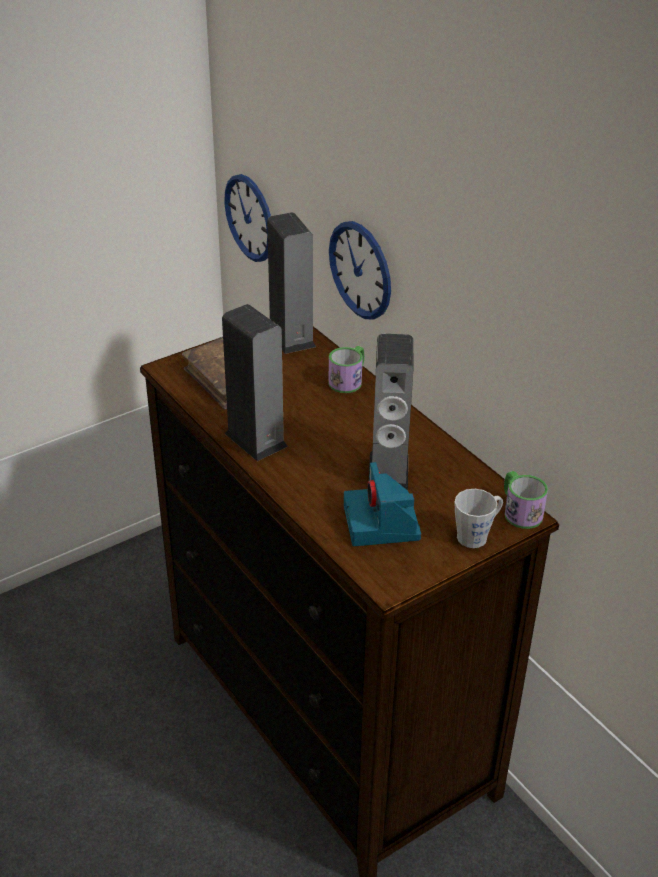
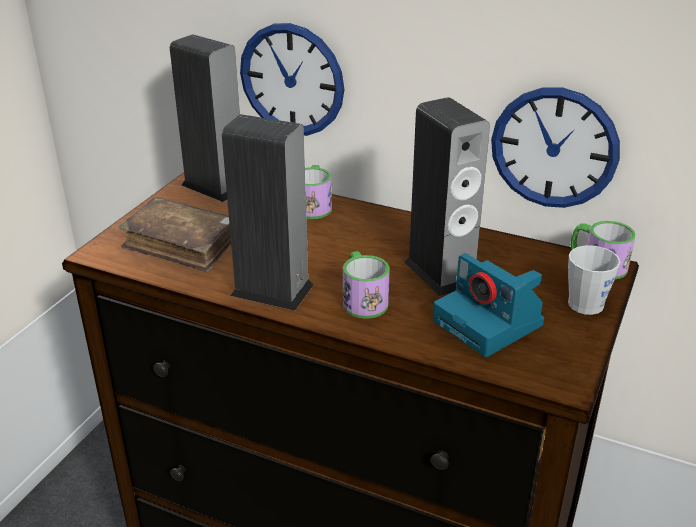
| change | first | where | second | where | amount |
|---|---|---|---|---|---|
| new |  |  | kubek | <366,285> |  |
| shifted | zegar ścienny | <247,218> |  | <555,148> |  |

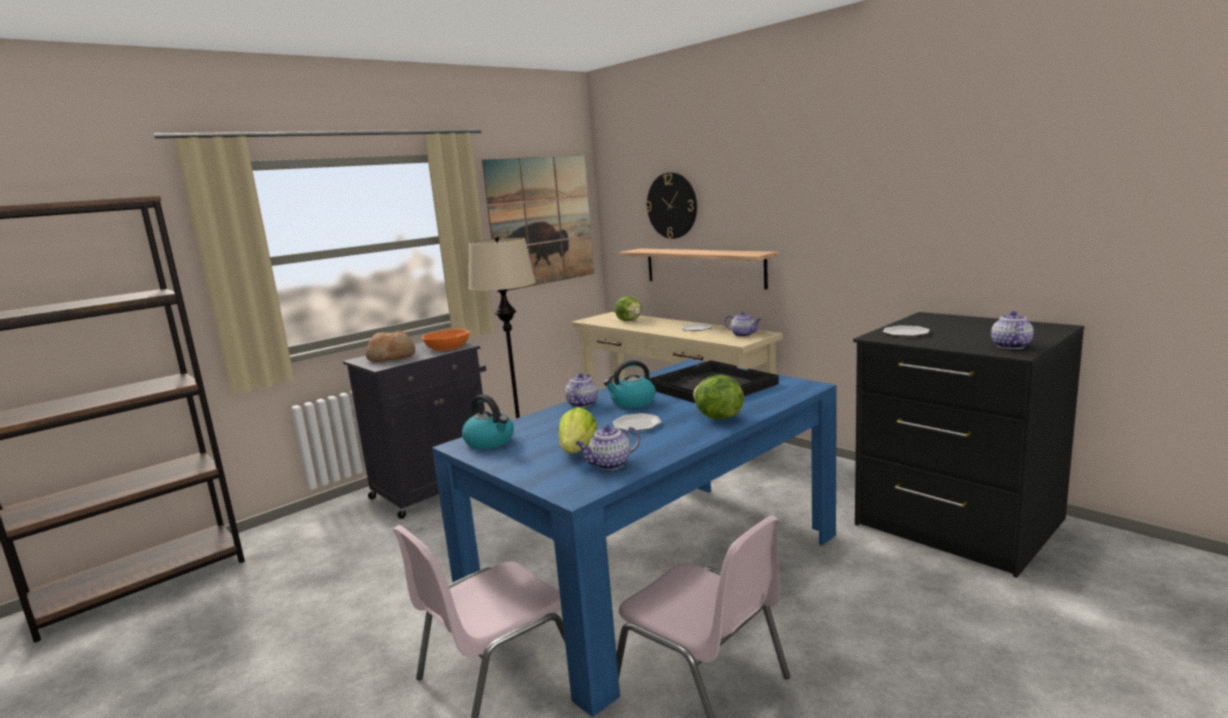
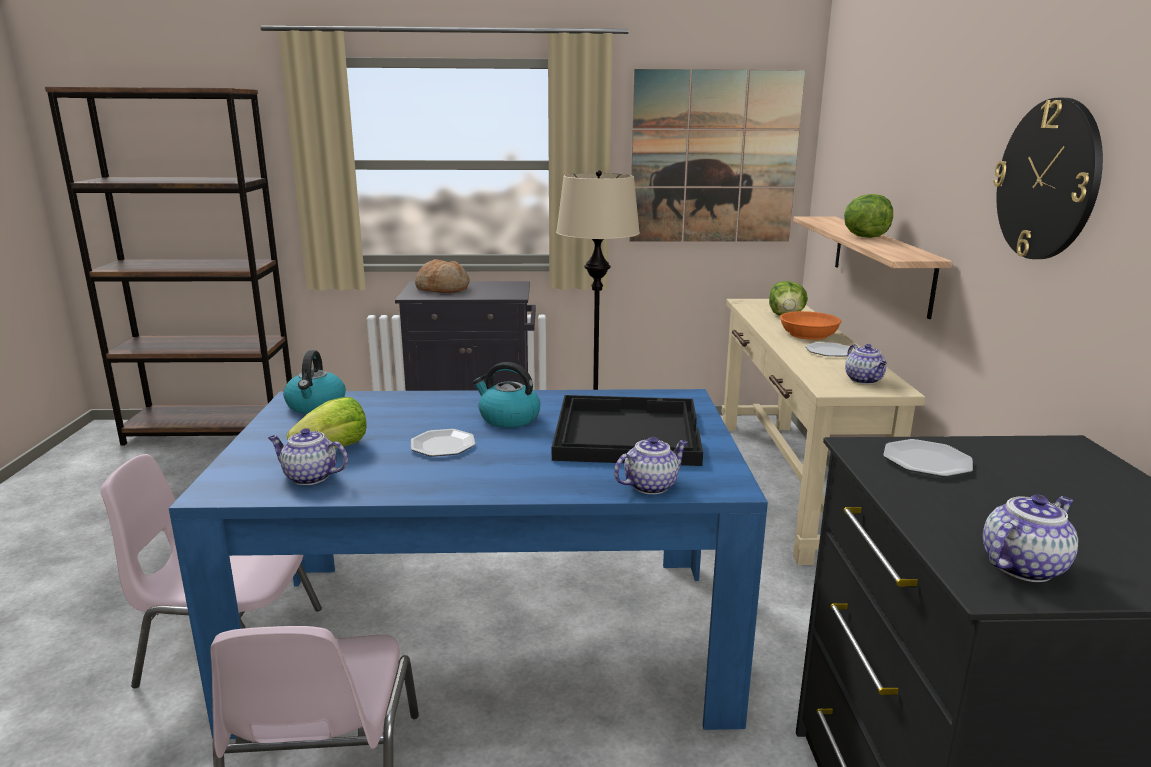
| change | first | where | second | where | amount |
|---|---|---|---|---|---|
| shifted | imbryk | <581,390> |  | <651,465> |  |
| shifted | miska (pomarańczowy) | <446,340> |  | <810,325> |  |
| shifted | sałata | <718,397> |  | <868,216> |  |
| shifted | zegar ścienny | <671,205> |  | <1048,178> |  |

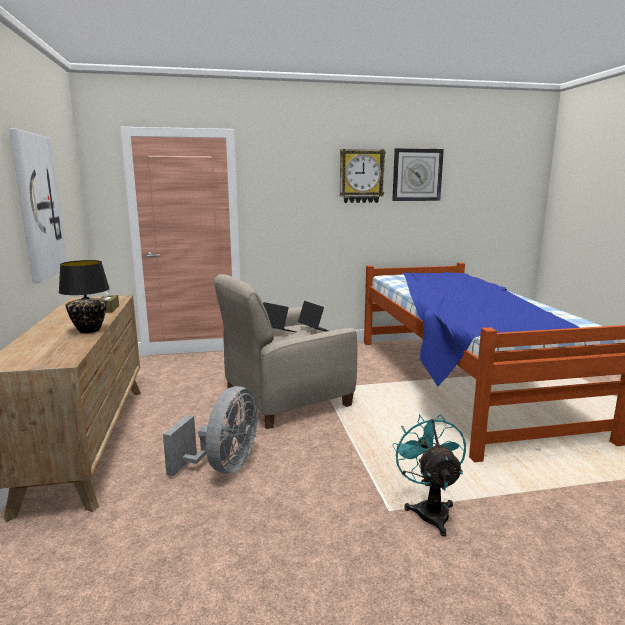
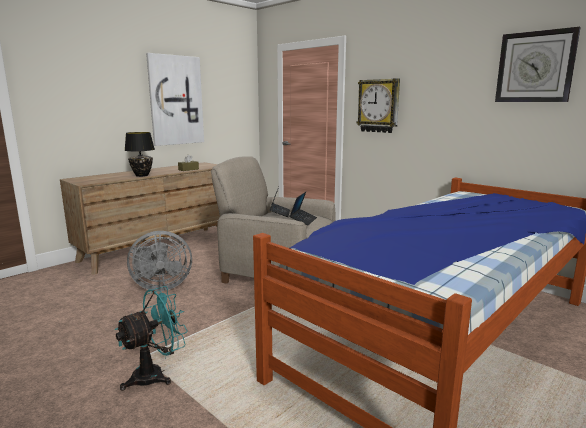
| change | first | where | second | where | amount |
|---|---|---|---|---|---|
| shifted | zegar ścienny | <363,176> |  | <378,106> |  |

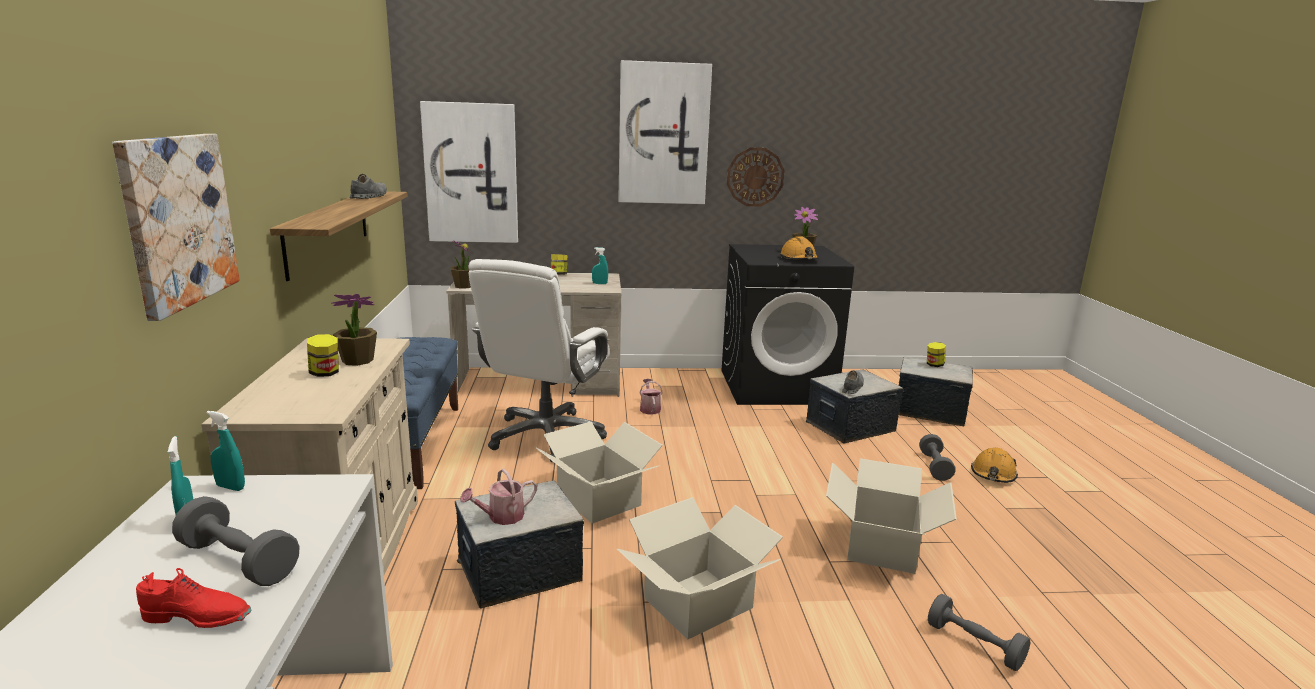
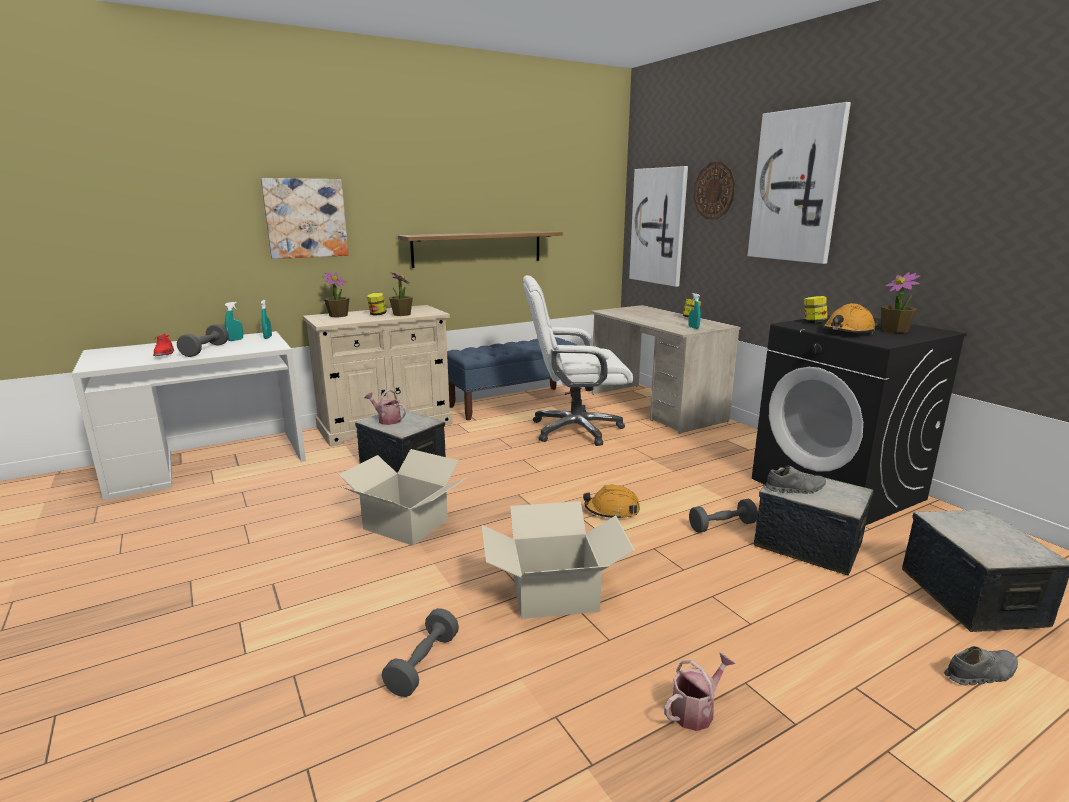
| change | first | where | second | where | amount |
|---|---|---|---|---|---|
| shifted | roślina doniczkowa | <462,264> |  | <336,294> |  |
| shifted | kask (pomarańczowy) | <994,465> |  | <611,501> |  |
| shifted | konewka | <651,397> |  | <699,692> |  |
| shifted | hantel (szary) | <937,457> |  | <723,516> |  |
| shifted | zegar ścienny | <756,177> |  | <714,191> |  |
| shifted | słoik | <936,354> |  | <815,309> |  |
| shifted | but (szary) | <368,186> |  | <981,666> |  |
| gone | karton | <599,473> |  |  |  |

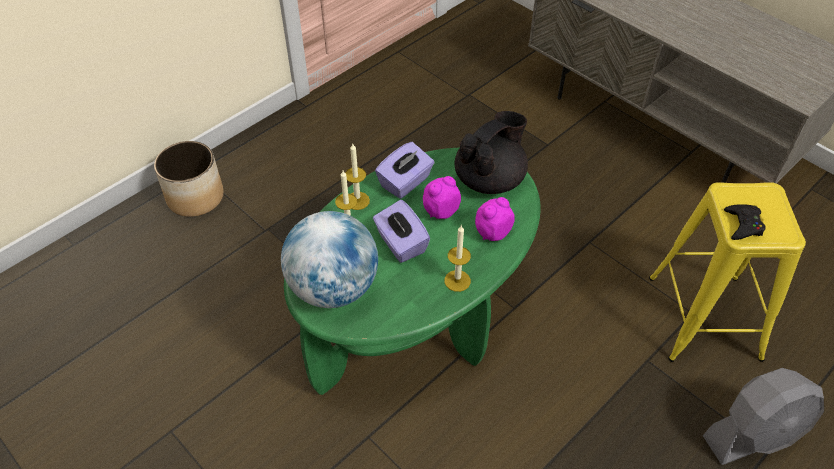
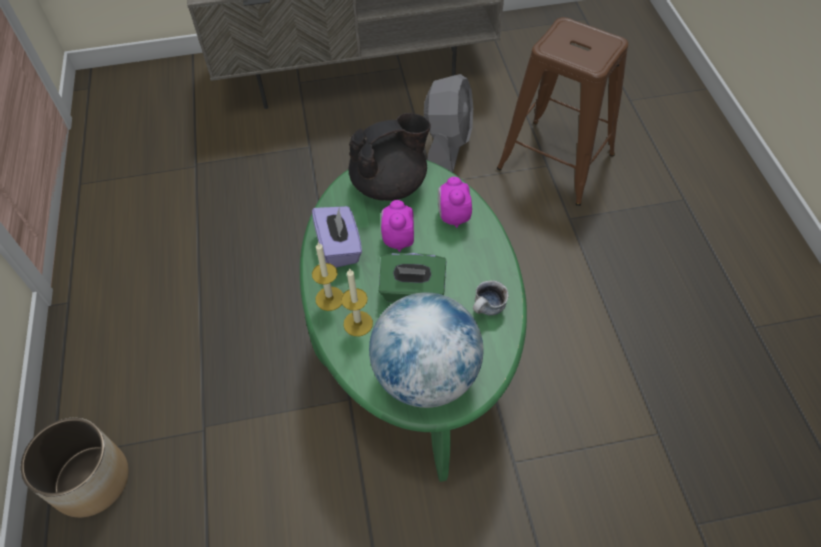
| change | first | where | second | where | amount |
|---|---|---|---|---|---|
| rotated | imbryk (czarny) | <491,152> |  | <389,157> | 75 degrees clockwise |
| repainted | pudełko chusteczek (fioletowy) | <401,231> | pudełko chusteczek (zielony) | <412,277> |  |
| shifted | wentylator (szary) | <763,416> |  | <448,123> |  |
| new |  |  | kubek | <491,298> |  |
| repainted | stołek (żółty) | <727,272> | stołek (brązowy) | <562,111> |  |
| gone | świeca | <457,258> |  |  |  |
| gone | pad do gier (czarny) | <745,222> |  |  |  |

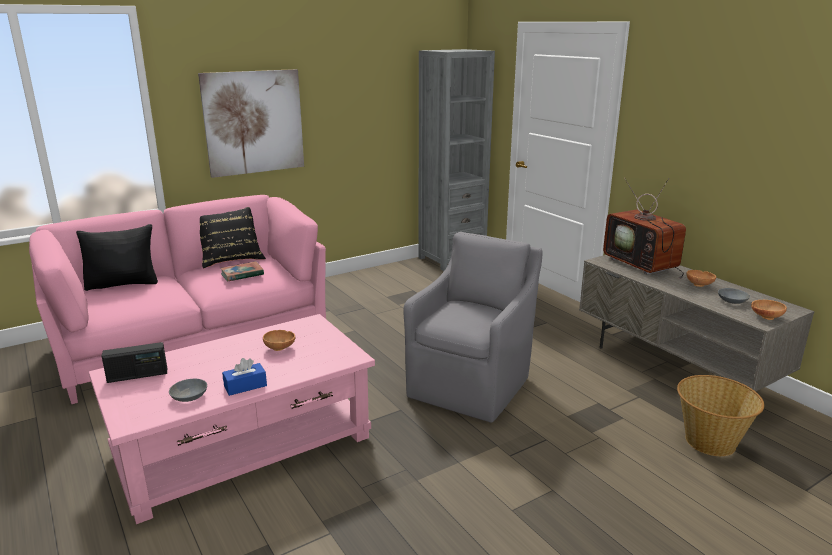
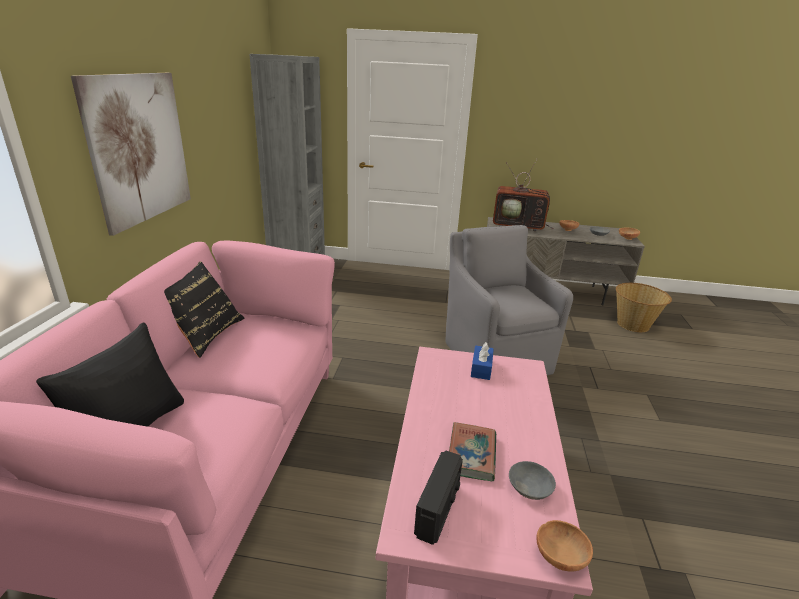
| change | first | where | second | where | amount |
|---|---|---|---|---|---|
| shifted | książka | <242,271> |  | <472,451> |  |
| shifted | pudełko chusteczek (niebieski) | <244,377> |  | <482,361> |  |
| shifted | miska (brązowy) | <279,340> |  | <564,546> |  |

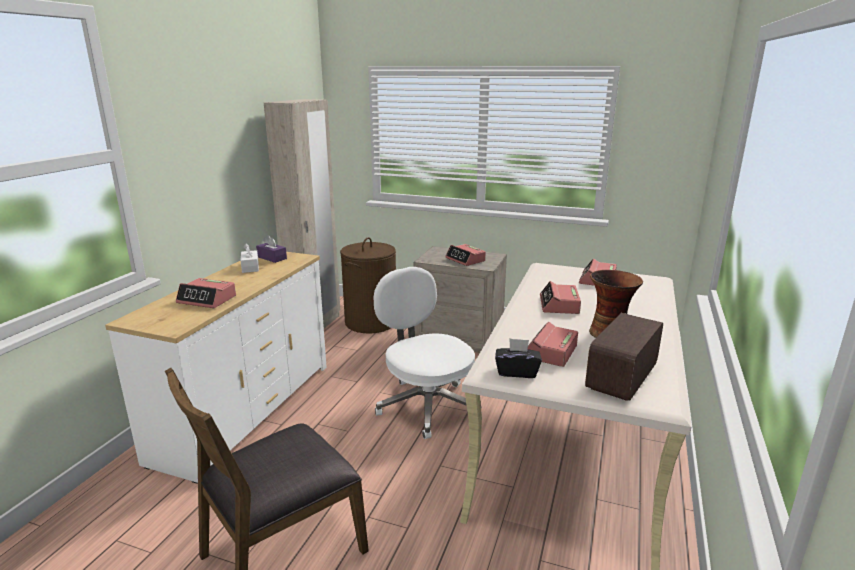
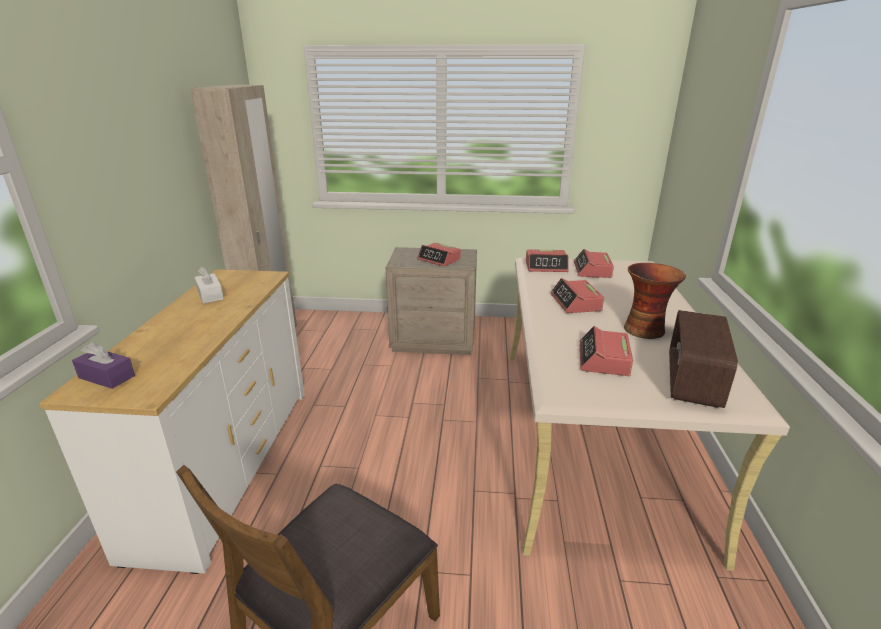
| change | first | where | second | where | amount |
|---|---|---|---|---|---|
| shifted | pudełko chusteczek (fioletowy) | <271,249> |  | <103,365> |  |
| shifted | budzik | <206,293> |  | <547,260> |  |
| gone | kosz na pranie (brązowy) | <368,285> |  |  |  |
| gone | krzesło biurowe (biały) | <428,353> |  |  |  |
| gone | pudełko chusteczek (czarny) | <518,358> |  |  |  |

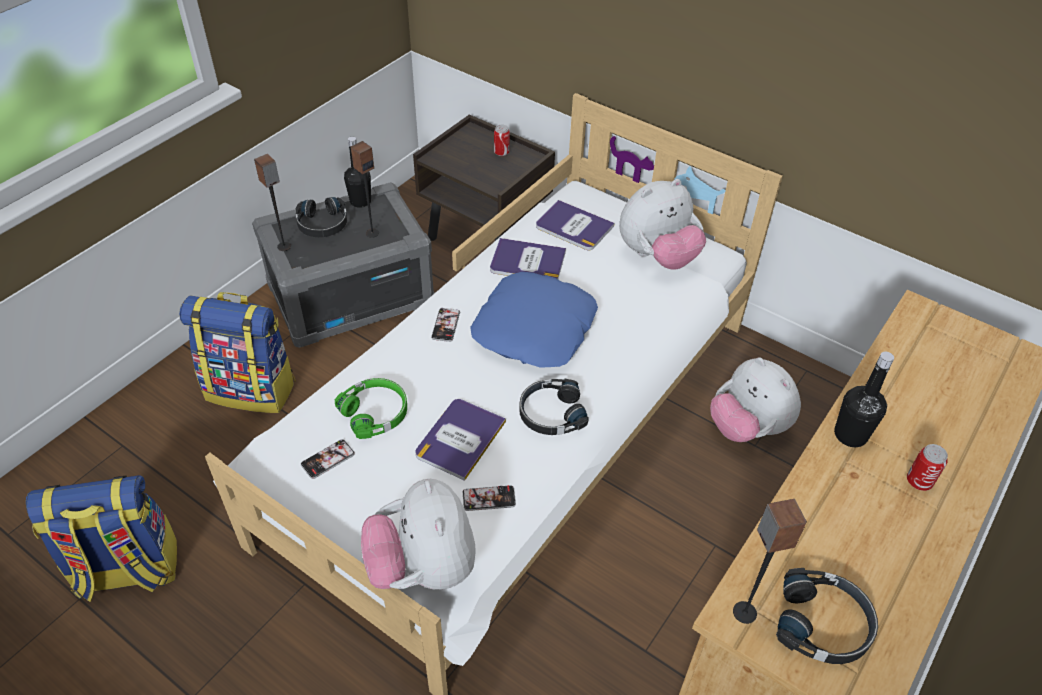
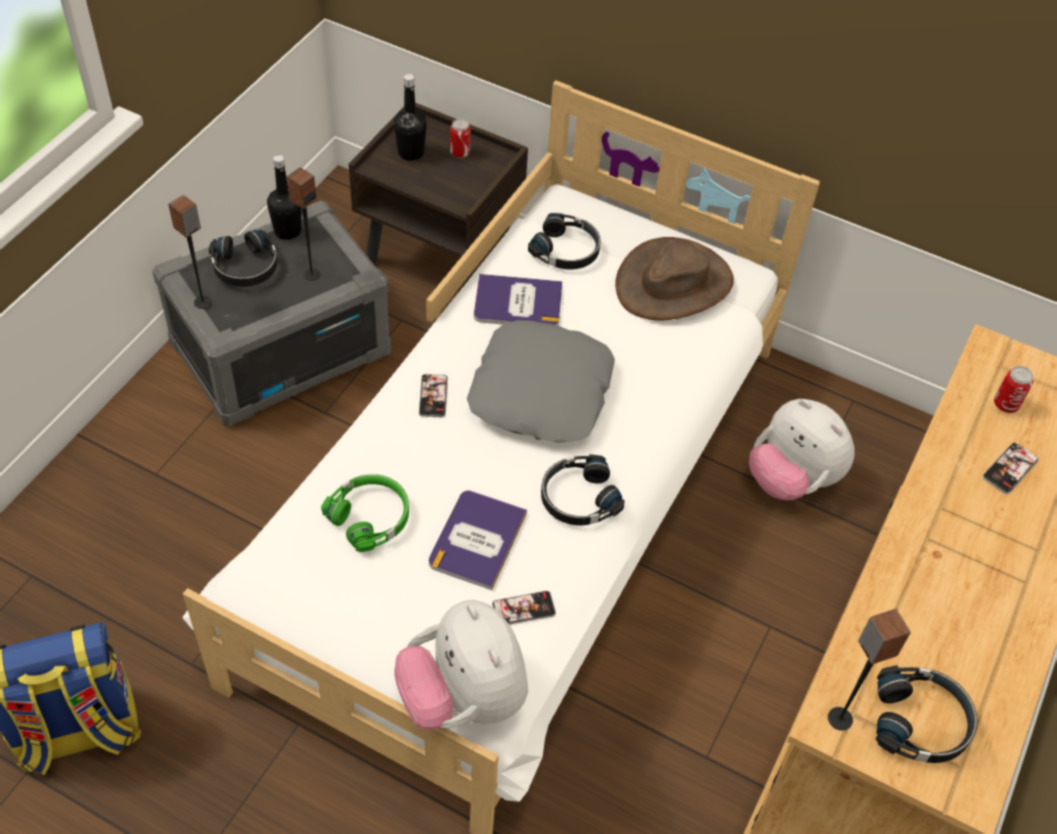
| change | first | where | second | where | amount |
|---|---|---|---|---|---|
| shifted | butelka (czarny) | <864,399> |  | <410,117> |  |
| repainted | poduszka (niebieski) | <534,320> | poduszka (szary) | <541,381> |  |
| swapped | książka | <575,225> | słuchawki (czarny) | <564,241> |  |
| swapped | pluszak | <662,224> | kapelusz (brązowy) | <674,278> |  |
| shifted | telefon | <328,459> |  | <1010,468> |  |
| shifted | puszka | <927,467> |  | <1013,389> |  |
| gone | plecak | <237,352> |  |  |  |

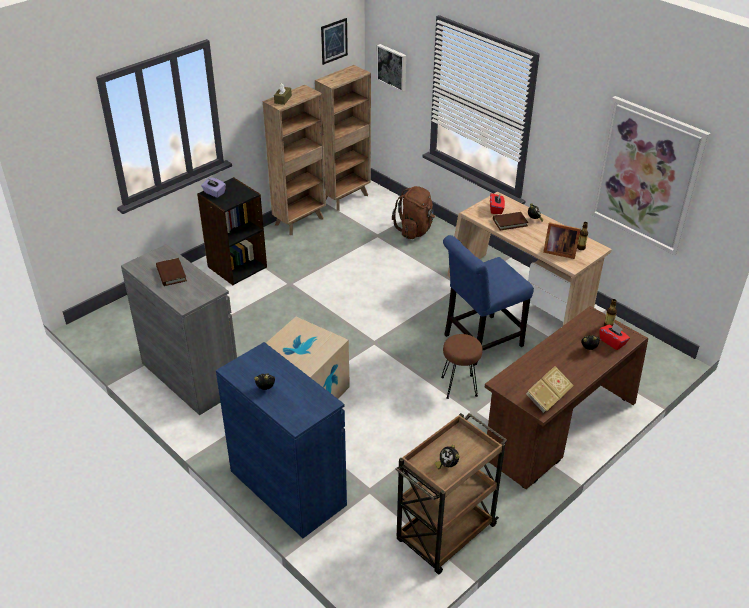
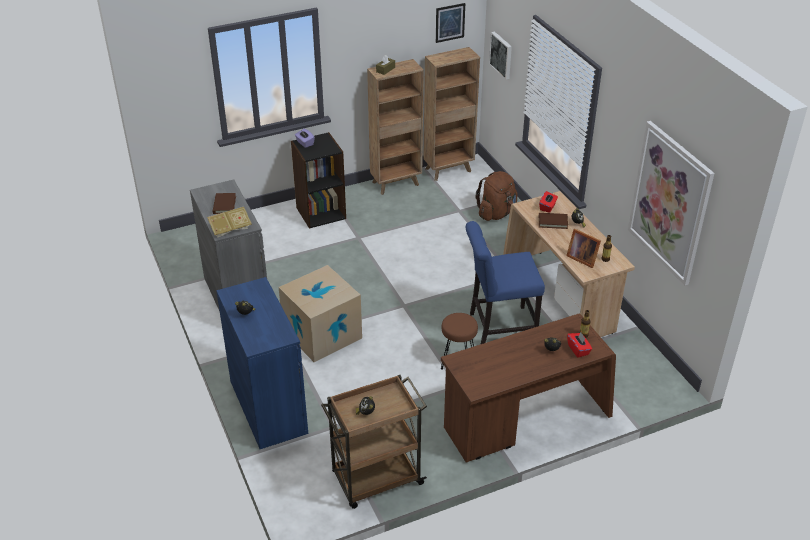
| change | first | where | second | where | amount |
|---|---|---|---|---|---|
| shifted | książka | <550,389> |  | <229,222> |  |

